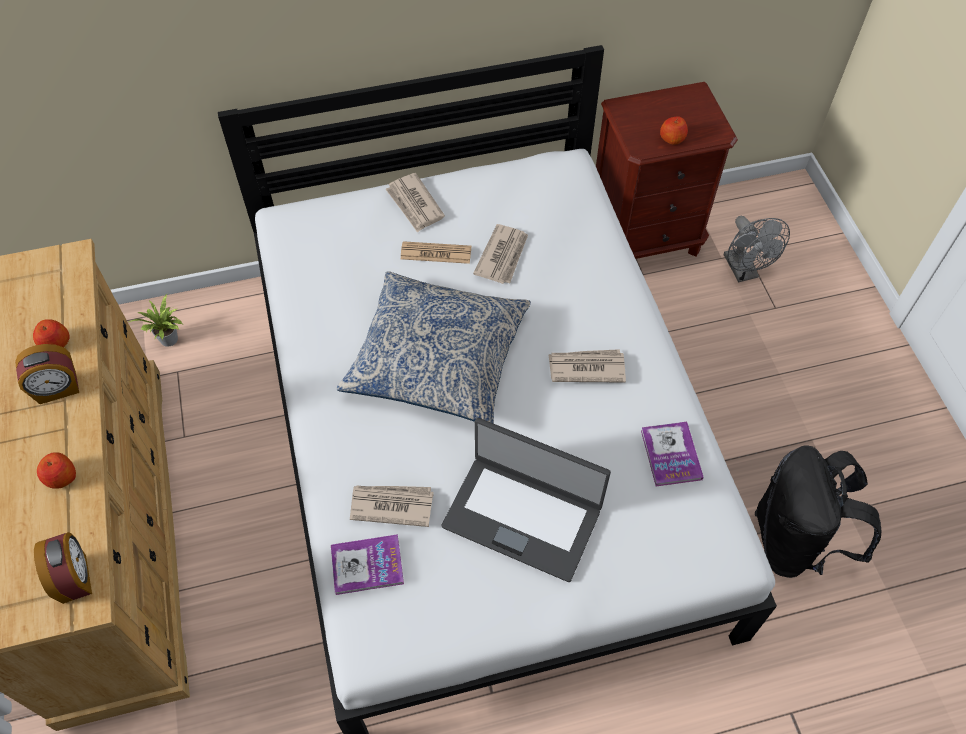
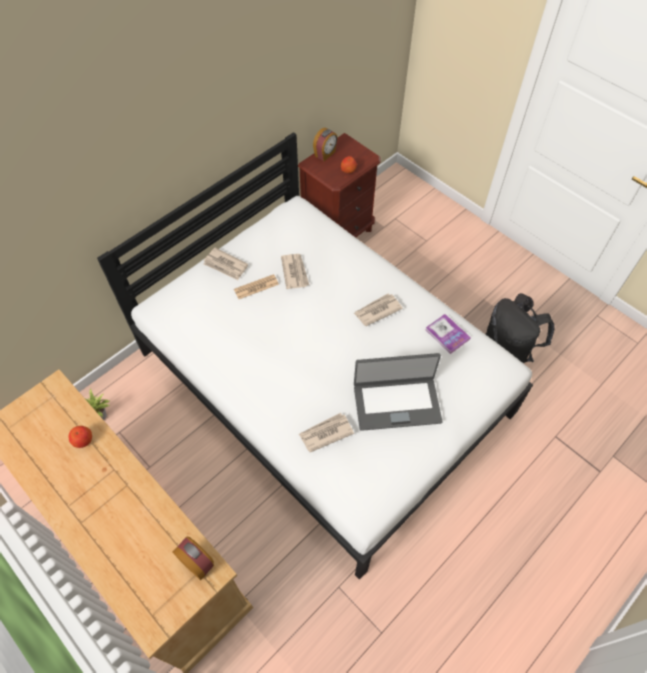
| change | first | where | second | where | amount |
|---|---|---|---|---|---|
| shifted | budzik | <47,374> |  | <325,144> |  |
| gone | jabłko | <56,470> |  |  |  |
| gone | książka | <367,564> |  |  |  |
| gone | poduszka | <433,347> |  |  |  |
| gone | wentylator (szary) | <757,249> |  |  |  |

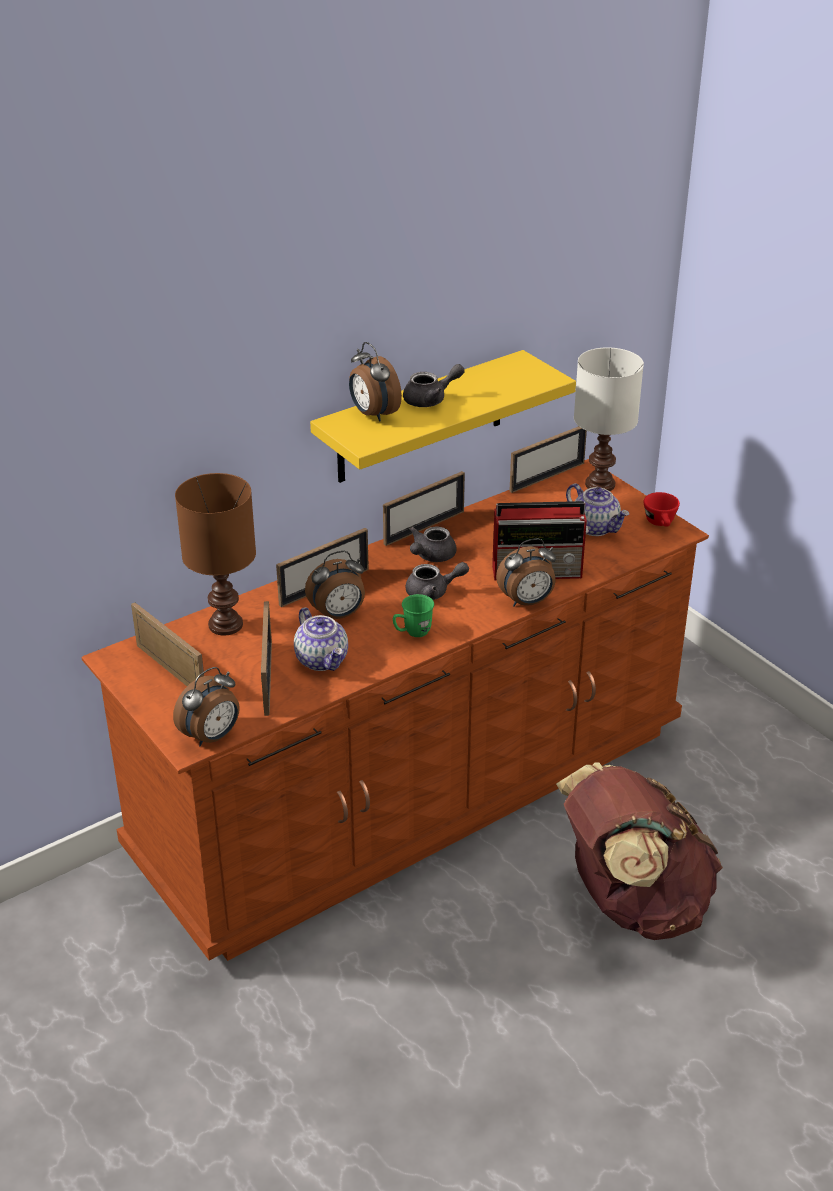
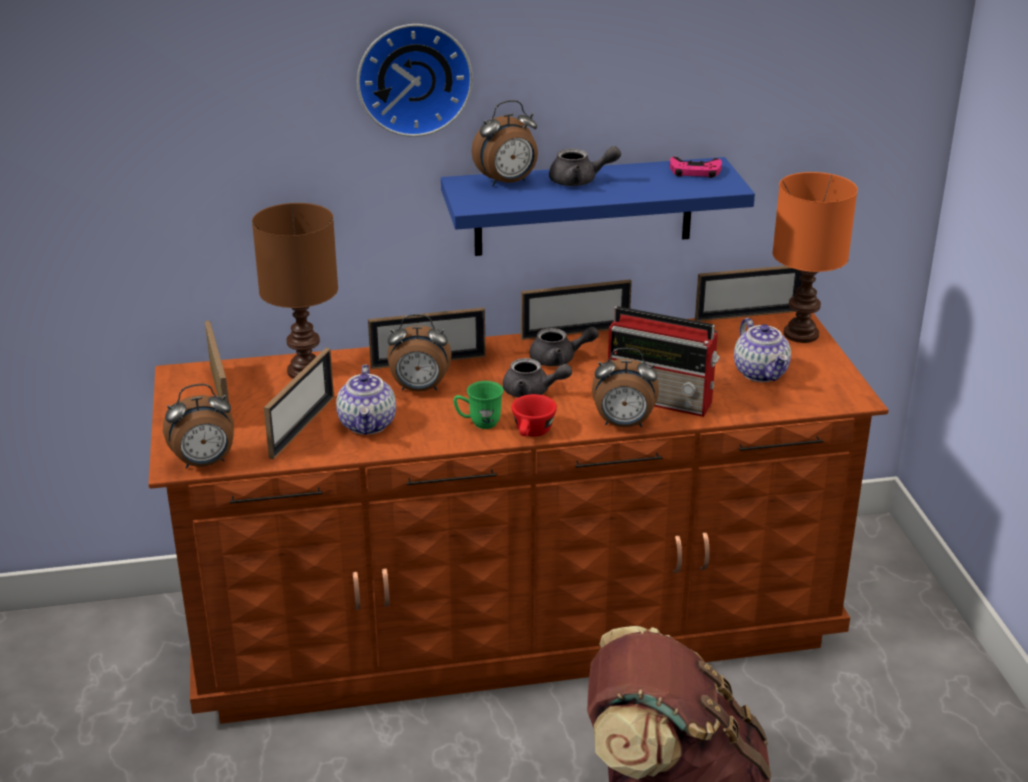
| change | first | where | second | where | amount |
|---|---|---|---|---|---|
| new |  |  | zegar ścienny | <415,80> |  |
| repainted | półka (żółty) | <443,416> | półka (niebieski) | <598,206> |  |
| rotated | budzik | <375,382> |  | <504,143> | 105 degrees counterclockwise |
| shifted | filiżanka (czerwony) | <662,509> |  | <534,415> |  |
| rotated | imbryk (szary) | <433,544> |  | <564,346> | 150 degrees counterclockwise |
| new |  |  | pad do gier (różowy) | <696,167> |  |
| repainted | lampa stołowa (biały) | <609,419> | lampa stołowa (pomarańczowy) | <815,257> |  |

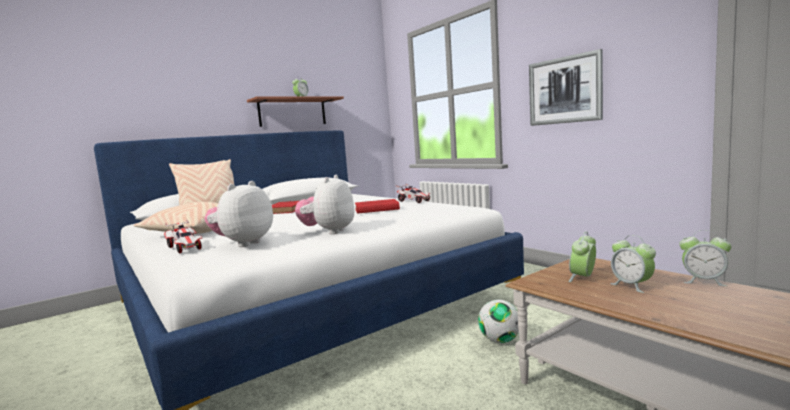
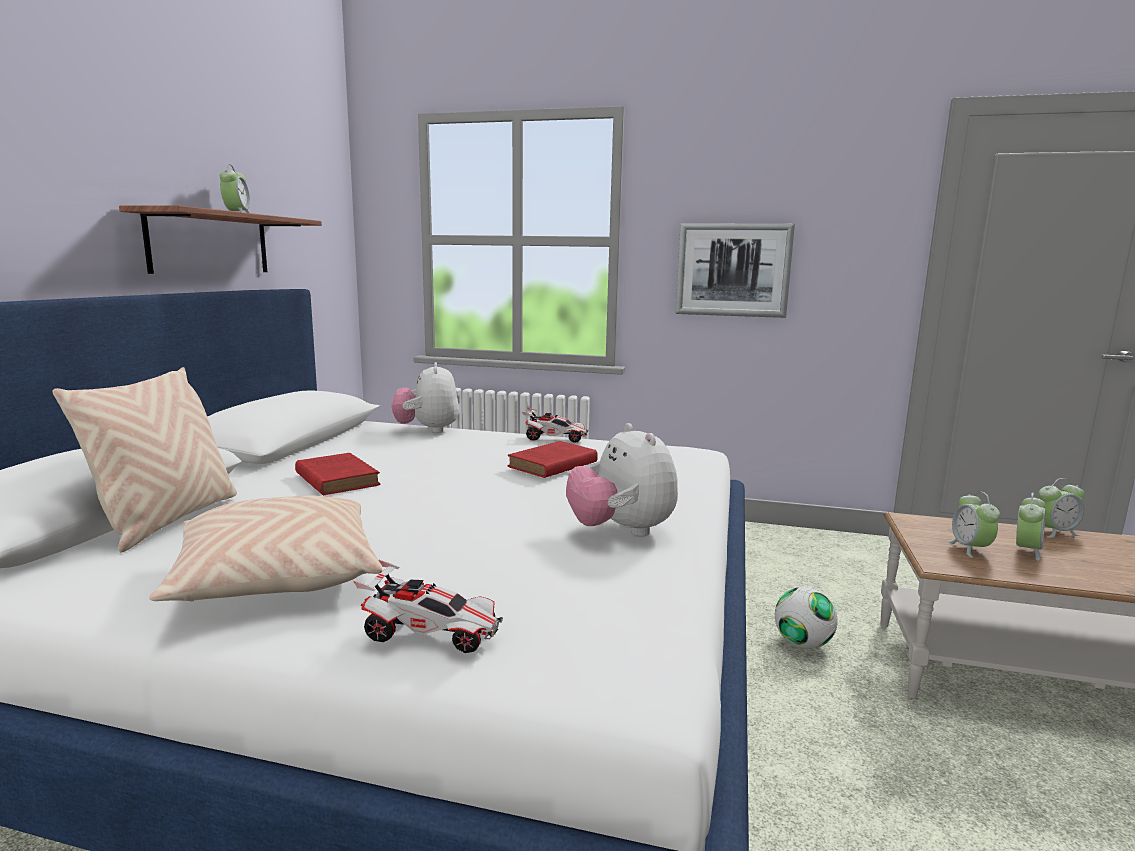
| change | first | where | second | where | amount |
|---|---|---|---|---|---|
| shifted | pluszak | <238,214> |  | <425,397> |  |
| rotated | budzik | <633,264> |  | <1031,527> | 75 degrees counterclockwise |

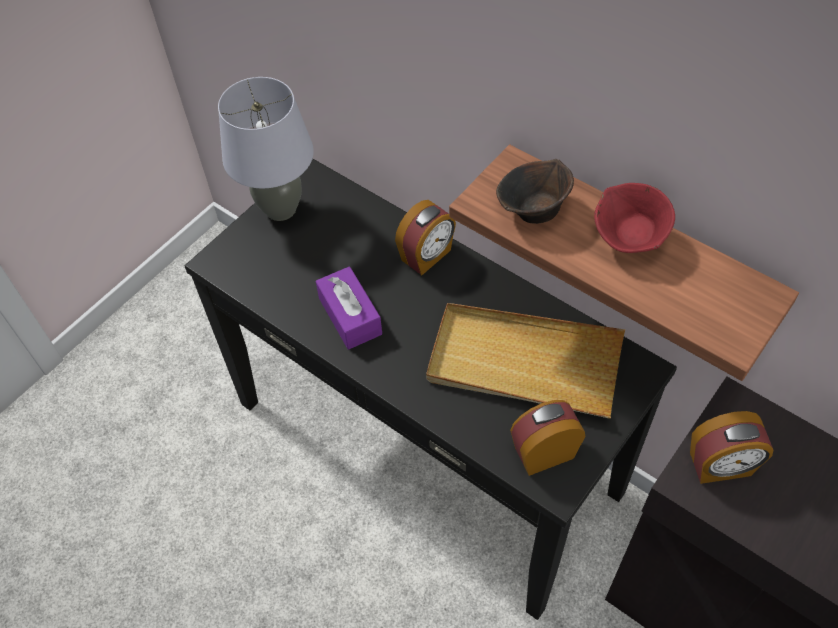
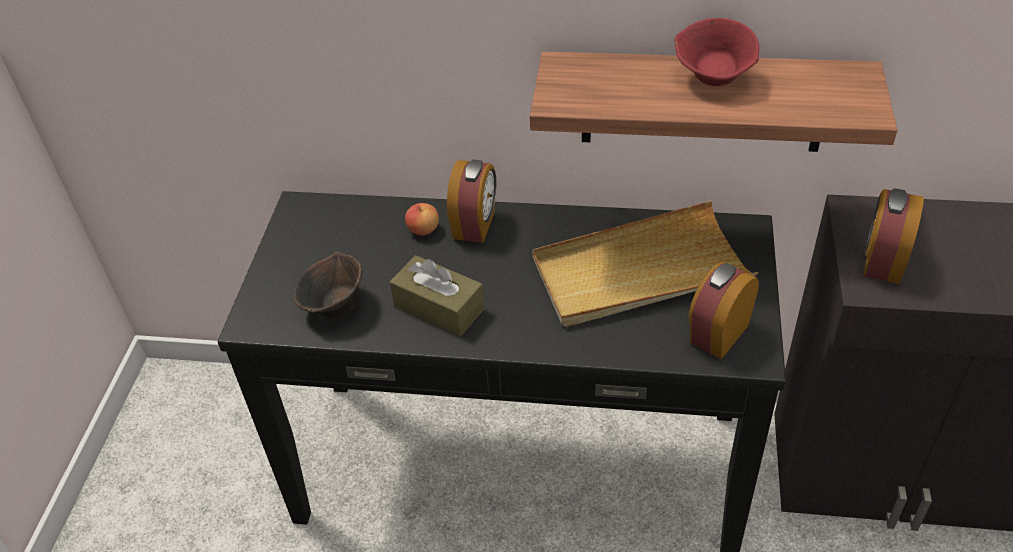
| change | first | where | second | where | amount |
|---|---|---|---|---|---|
| shifted | miska (brązowy) | <535,191> |  | <327,285> |  |
| repainted | pudełko chusteczek (fioletowy) | <349,308> | pudełko chusteczek (brązowy) | <437,295> |  |
| new |  |  | jabłko | <422,219> |  |
| rotated | budzik | <731,447> |  | <893,236> | 150 degrees clockwise |
| gone | lampa stołowa (szary) | <266,149> |  |  |  |

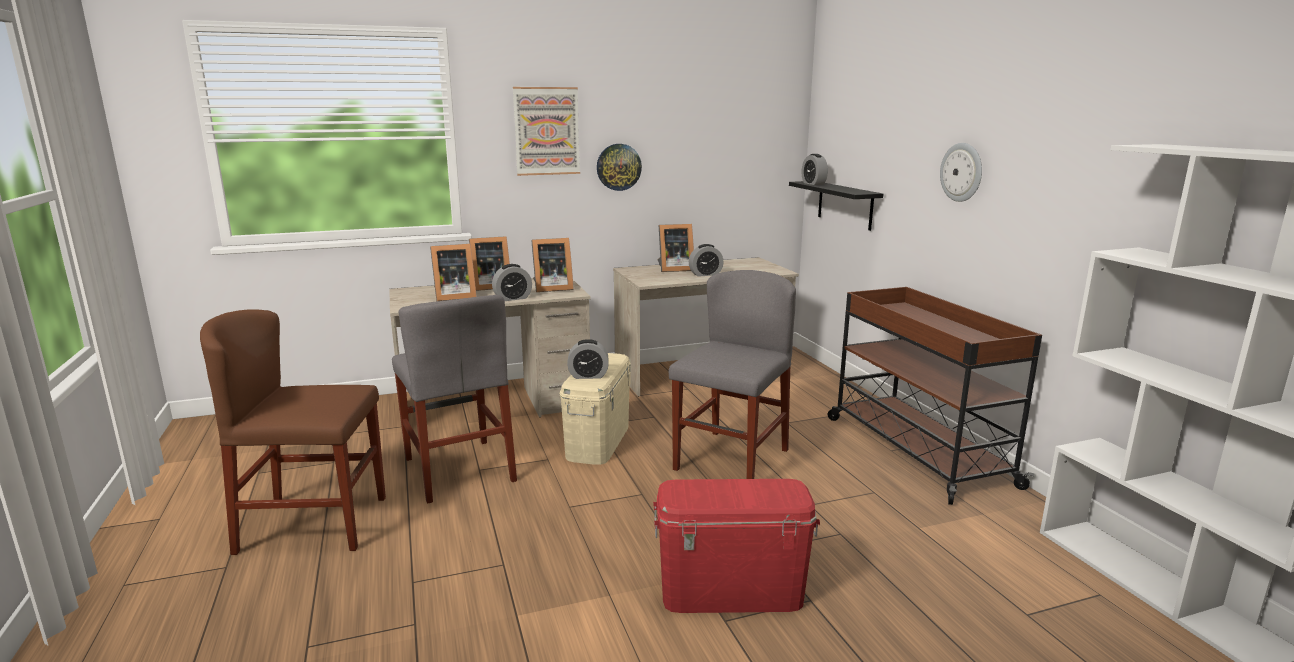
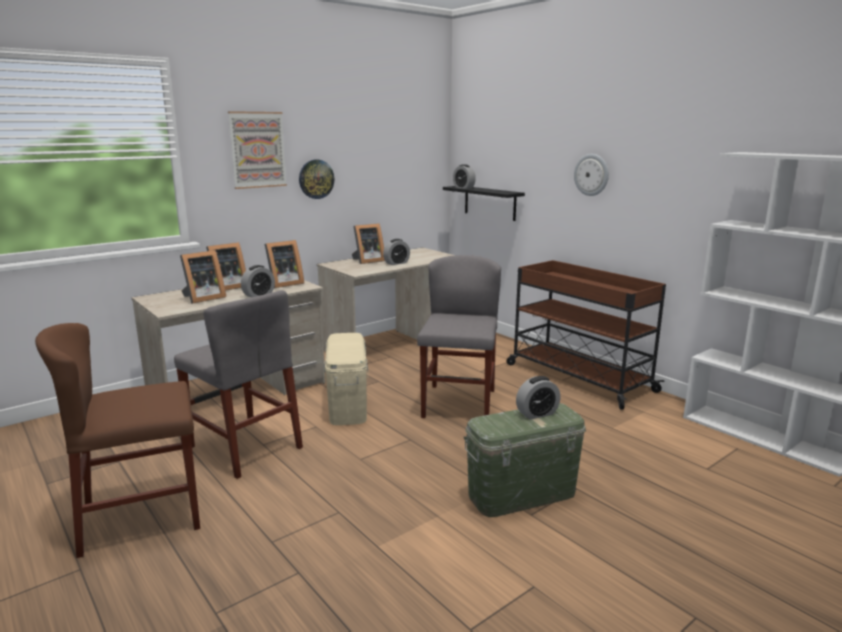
| change | first | where | second | where | amount |
|---|---|---|---|---|---|
| repainted | pojemnik do przechowywania (czerwony) | <736,546> | pojemnik do przechowywania (zielony) | <525,460> |  |
| shifted | budzik | <588,359> |  | <538,398> |  |

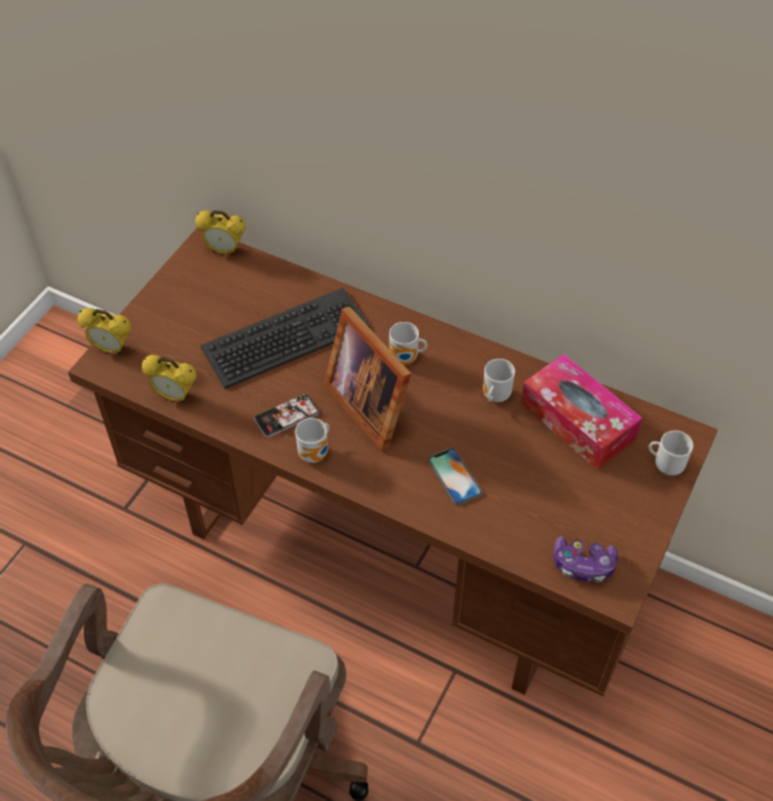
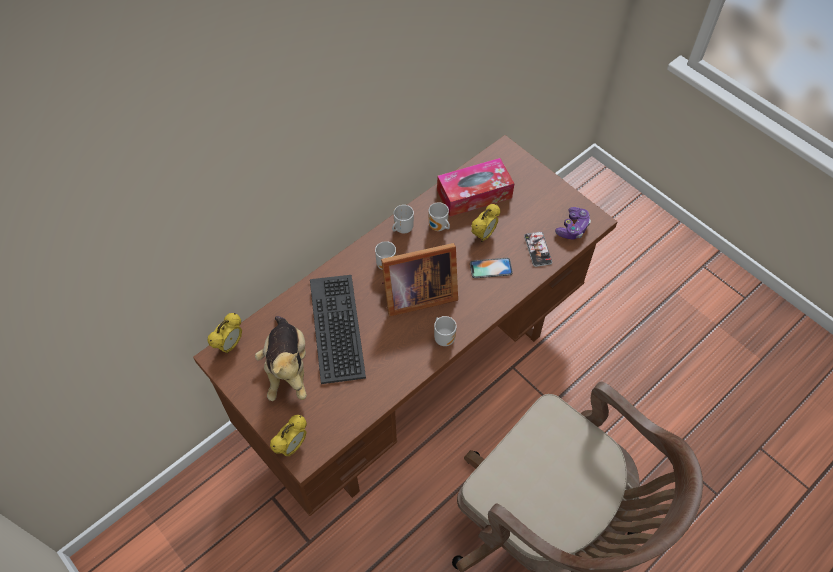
| change | first | where | second | where | amount |
|---|---|---|---|---|---|
| new |  |  | pluszak | <281,358> |  |
| shifted | kubek | <670,453> |  | <403,219> |  |
| shifted | budzik | <169,379> |  | <485,223> |  |
| shifted | telefon | <286,415> |  | <538,249> |  |

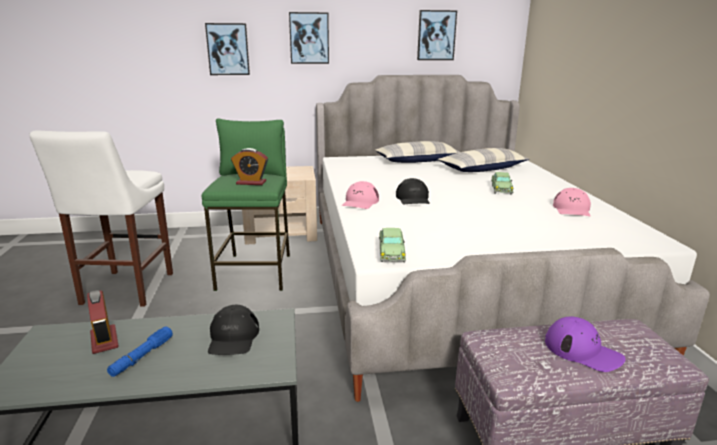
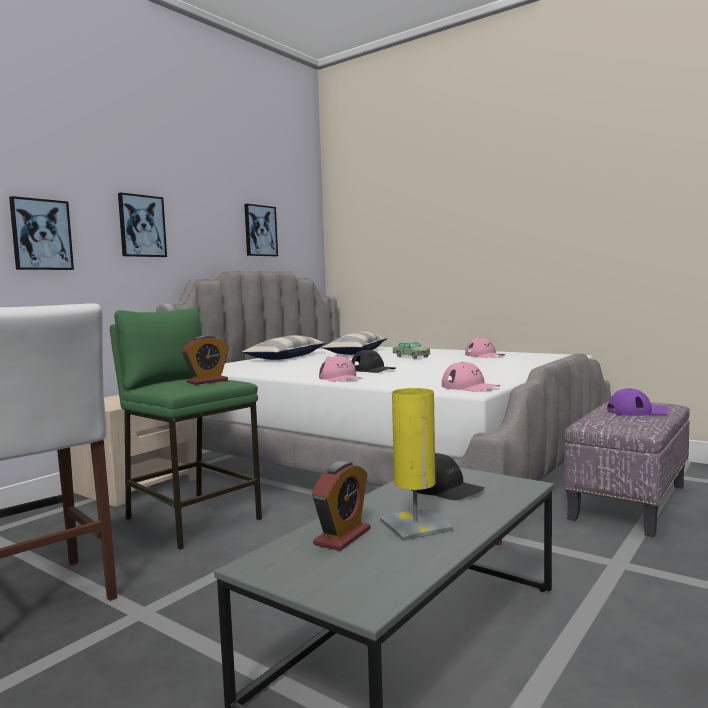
| change | first | where | second | where | amount |
|---|---|---|---|---|---|
| rotated | budzik | <103,322> |  | <341,506> | 75 degrees counterclockwise |
| swapped | latarka (niebieski) | <140,351> | lampa stołowa (żółty) | <416,464> |  |
| swapped | samochodzik | <392,245> | czapka z daszkiem (różowy) | <471,377> |  |

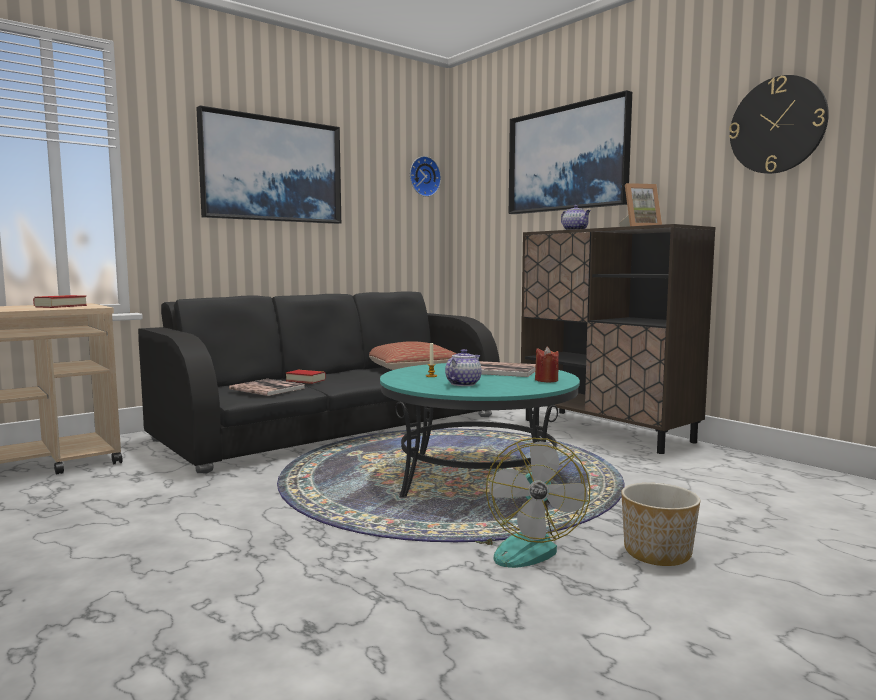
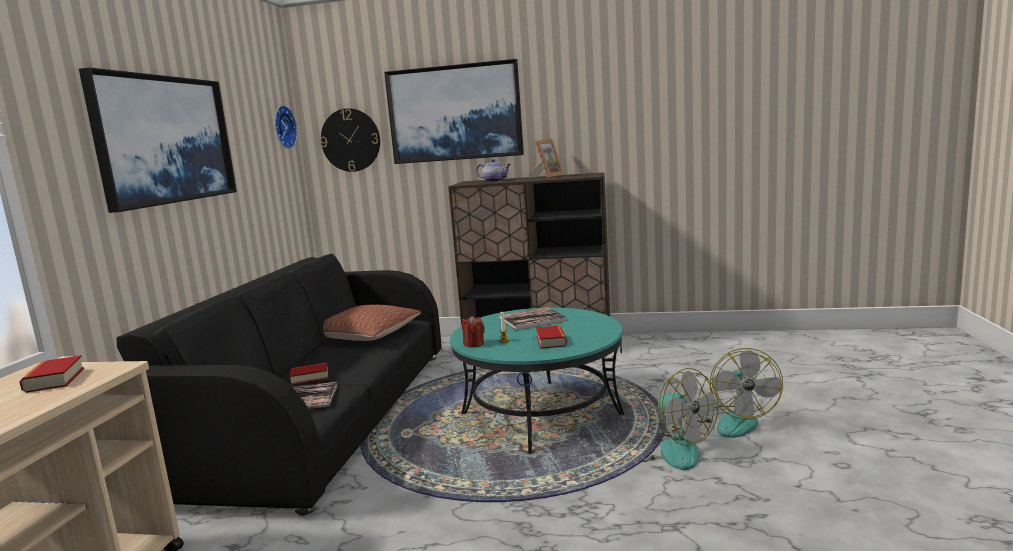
| change | first | where | second | where | amount |
|---|---|---|---|---|---|
| shifted | zegar ścienny | <779,124> |  | <350,140> |  |
| shifted | świeca (czerwony) | <547,364> |  | <473,331> |  |
| swapped | imbryk | <463,367> | książka | <551,337> |  |
| swapped | donica | <660,524> | wentylator | <740,393> |  |

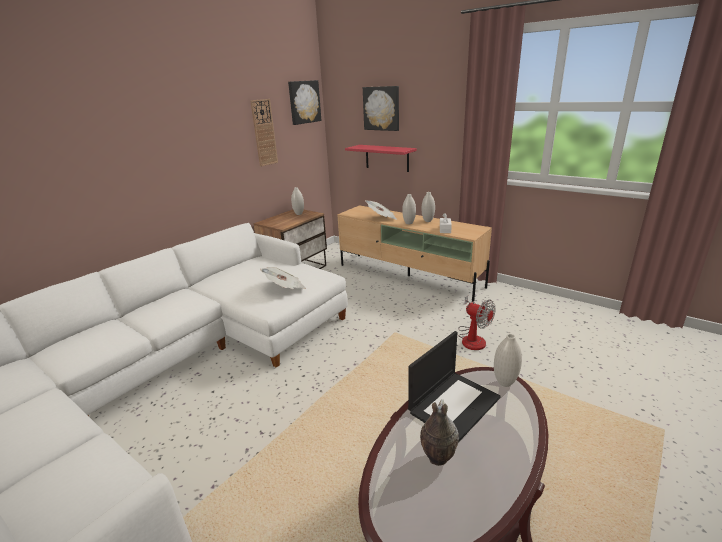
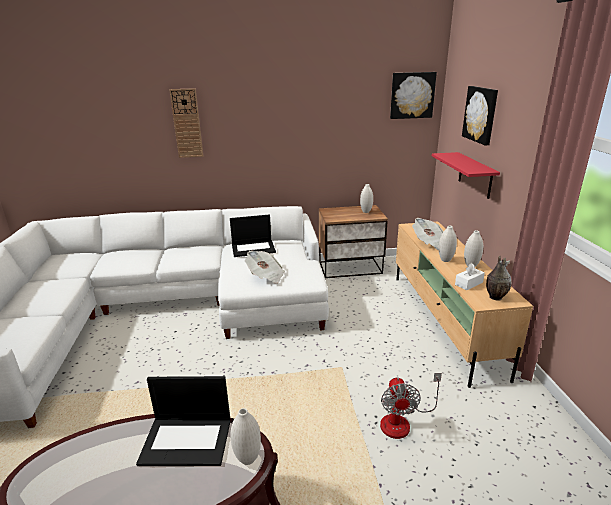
| change | first | where | second | where | amount |
|---|---|---|---|---|---|
| shifted | zegar ścienny | <264,132> |  | <186,123> |  |
| new |  |  | laptop | <253,235> |  |
| shifted | wazon | <439,432> |  | <498,278> |  |

